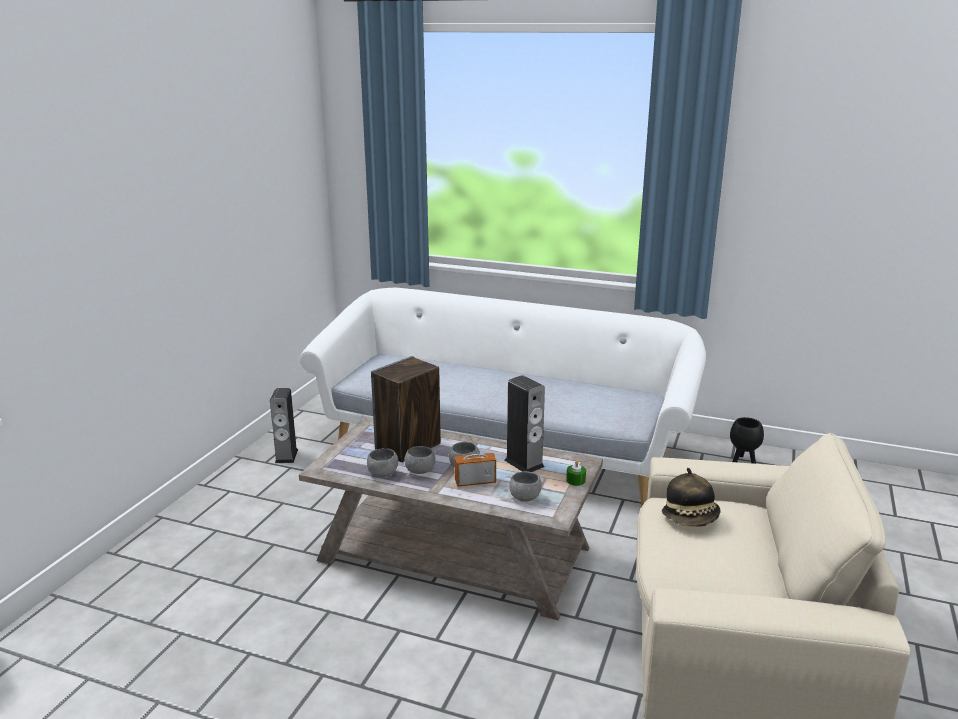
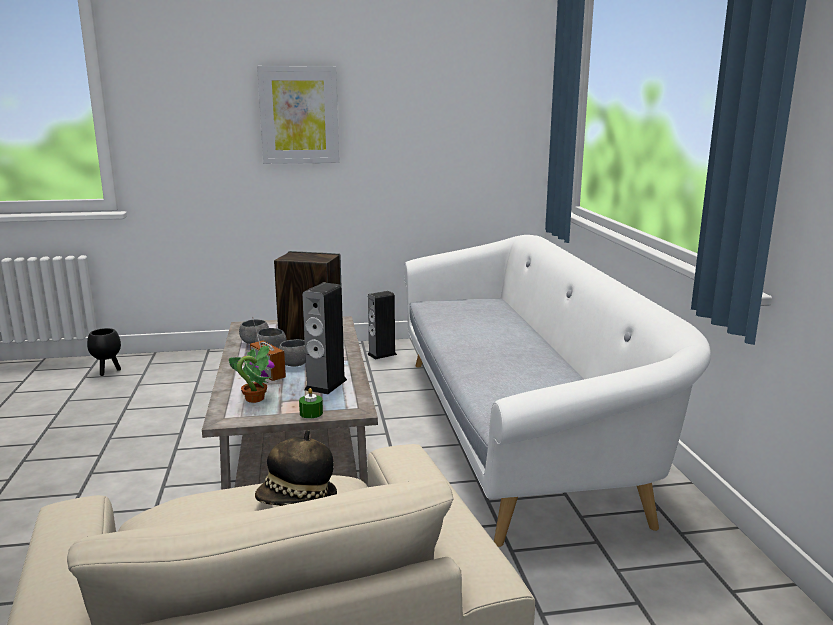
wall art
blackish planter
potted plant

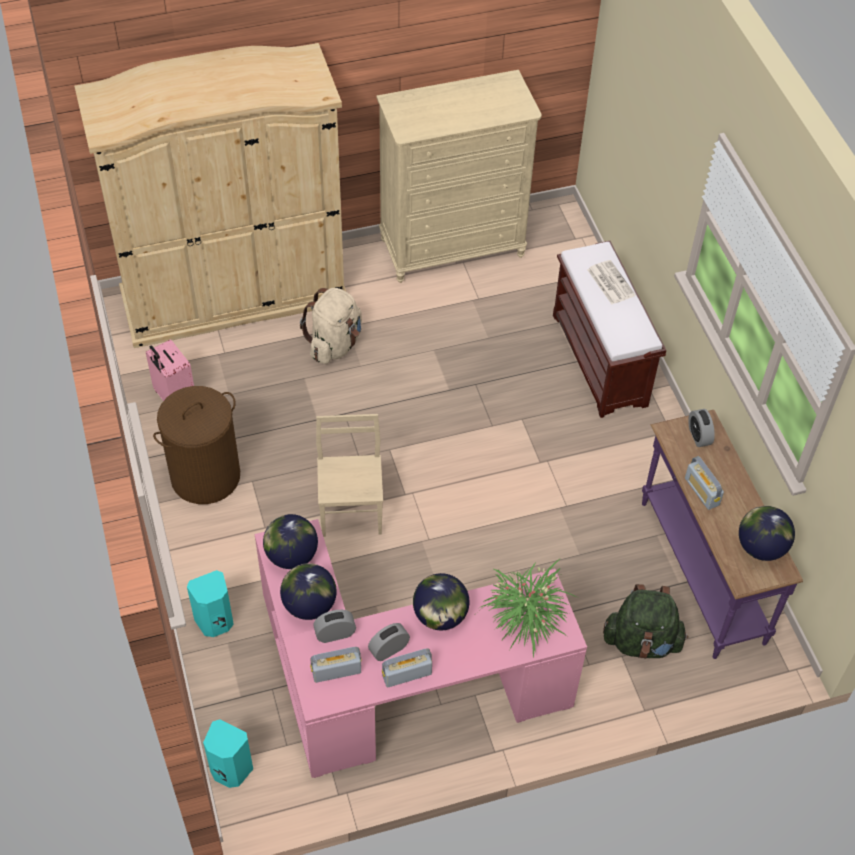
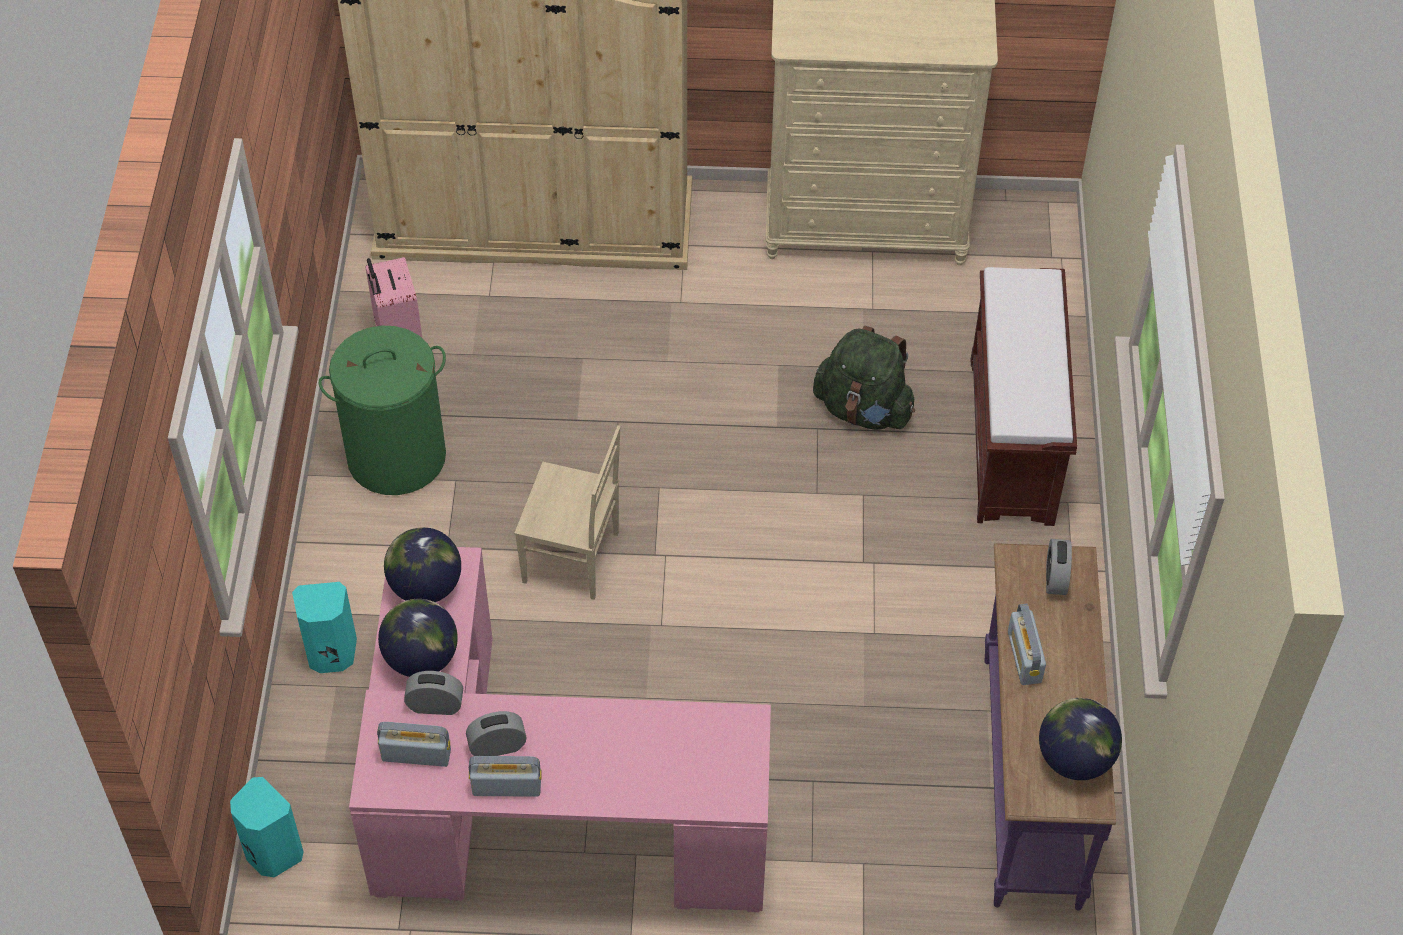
sand-coloured backpack
world globe (3rd from left in the first image)
potted plant
printed paper
green-coloured backpack
green-coloured laundry basket
sand-coloured upright chair

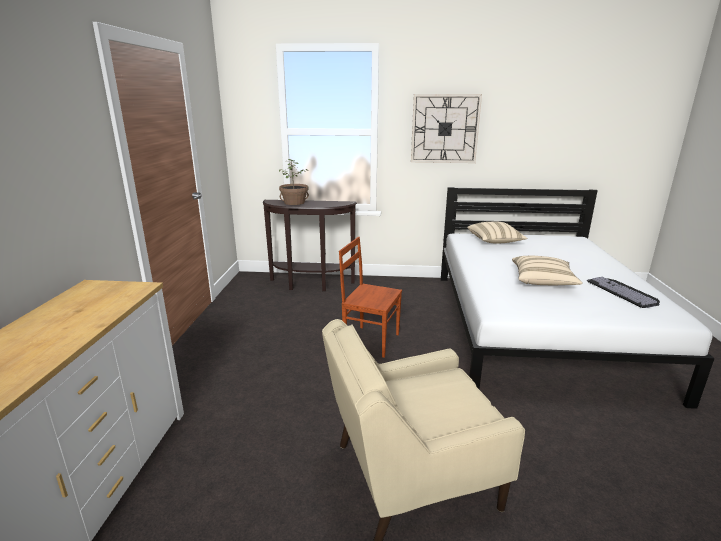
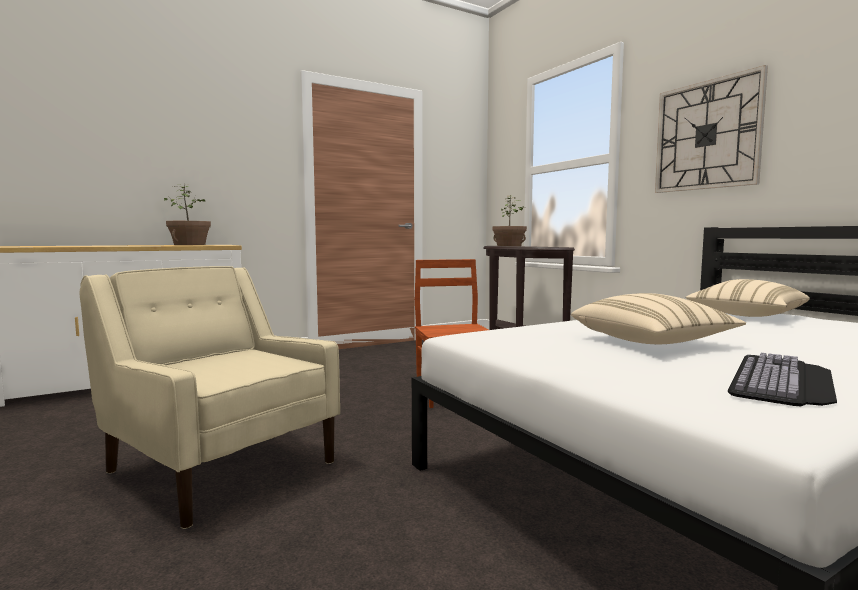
potted plant (1st from left)

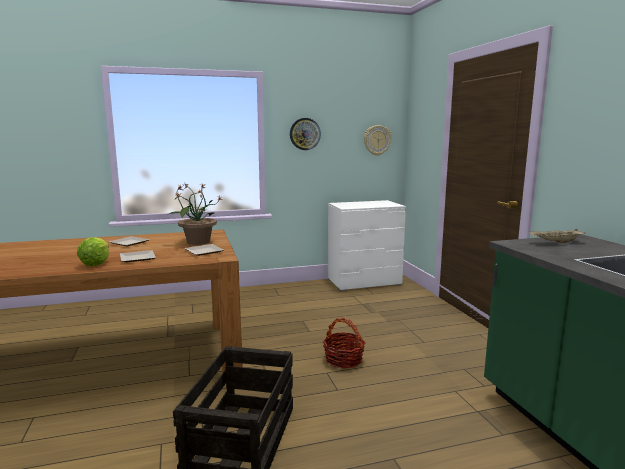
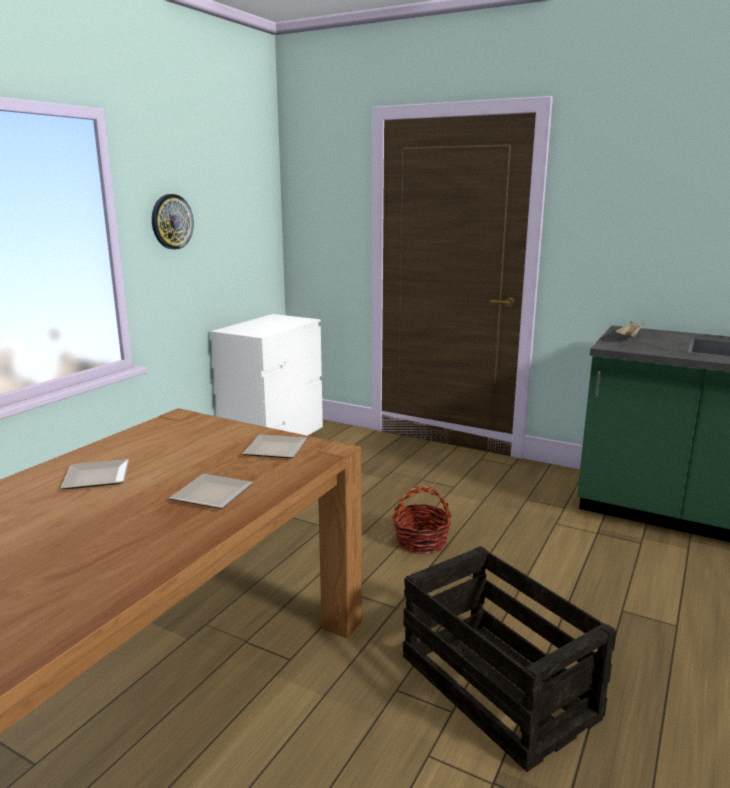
lettuce
potted plant
wall clock (2nd from left in the first image)

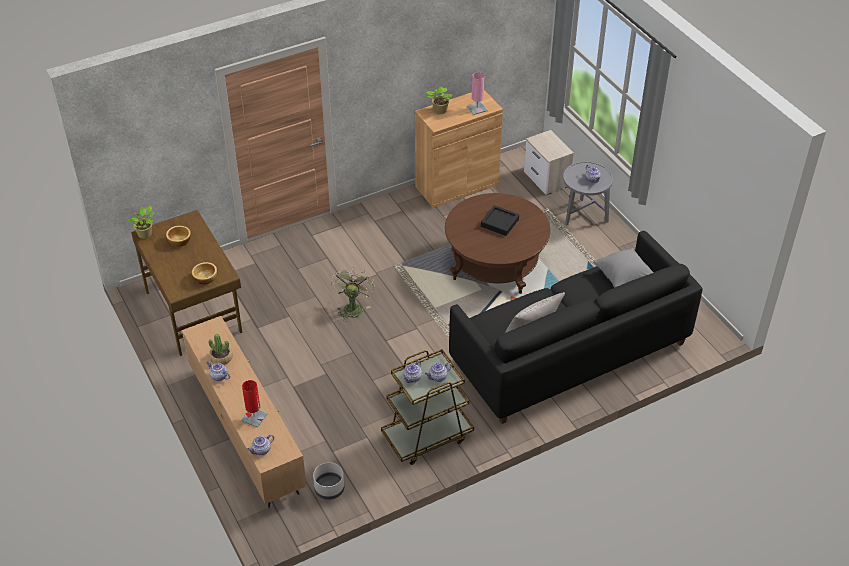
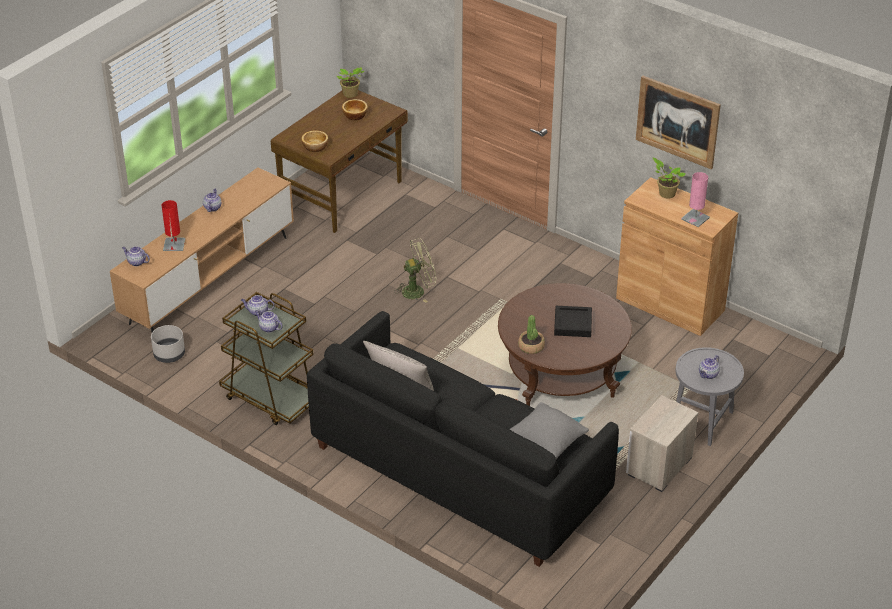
wall art
potted plant (2nd from left)
nightstand

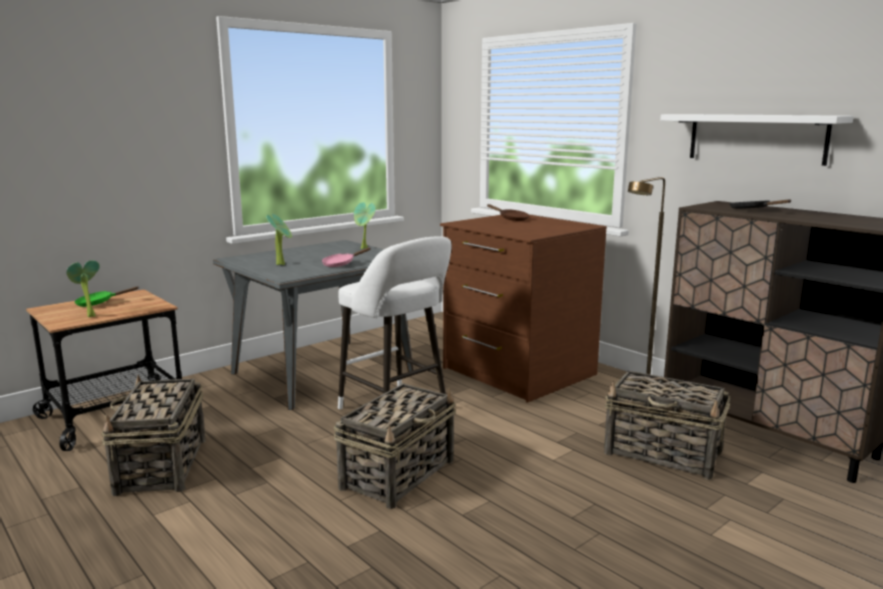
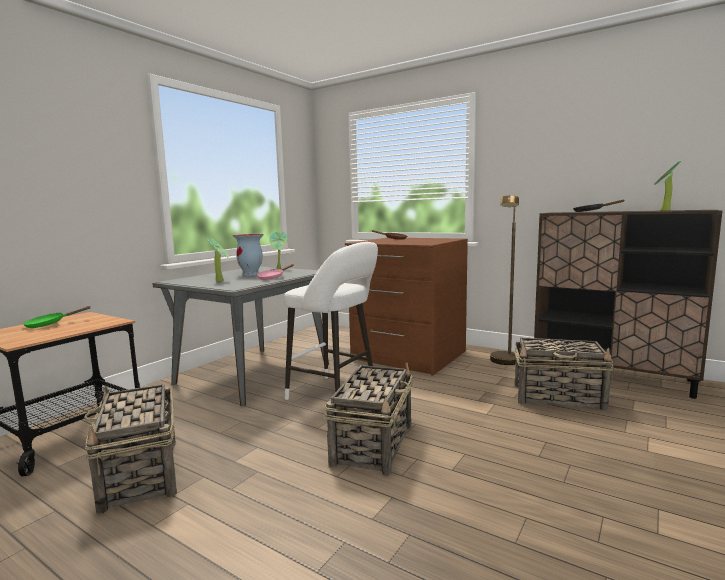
whitish shelf
vase
potted plant (3rd from left)

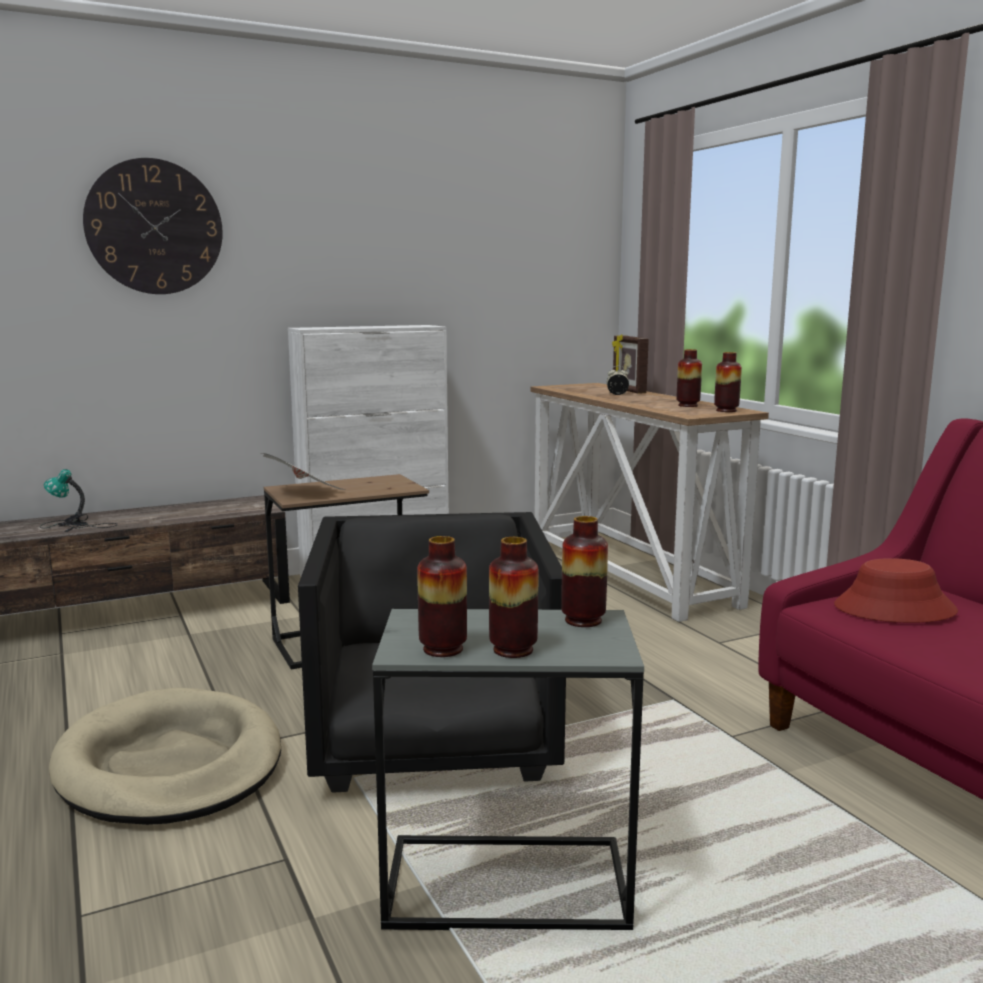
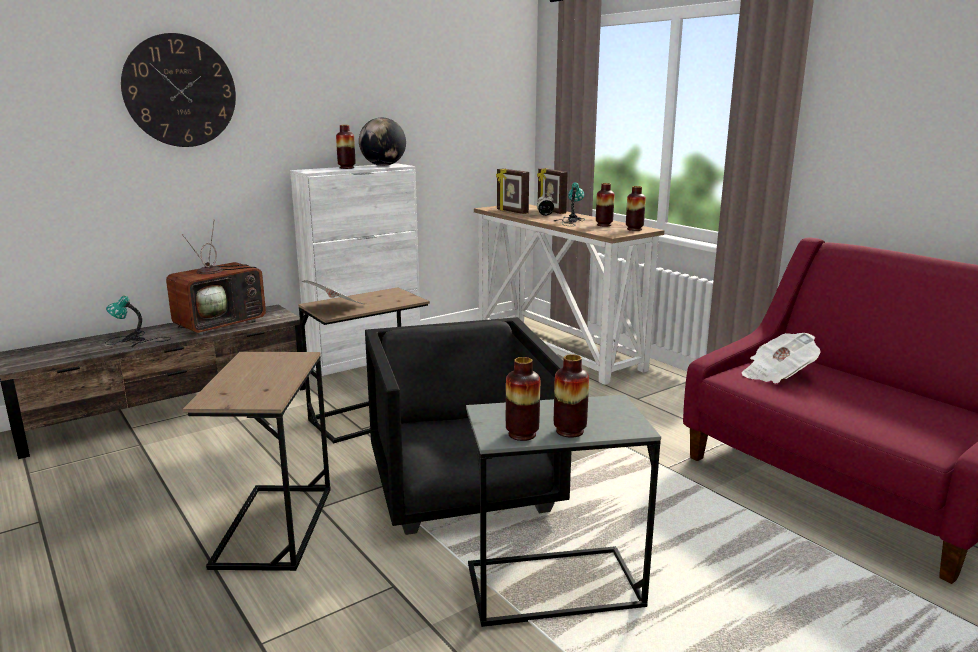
TV
world globe
picture frame (1st from left)
lamp for a table (2nd from left)
vase (1st from left)
brownish end table (1st from left)
printed paper (2nd from left)

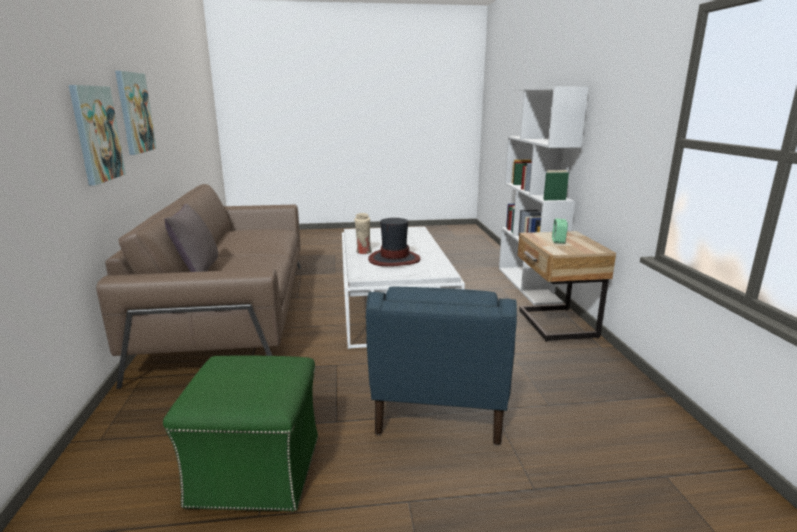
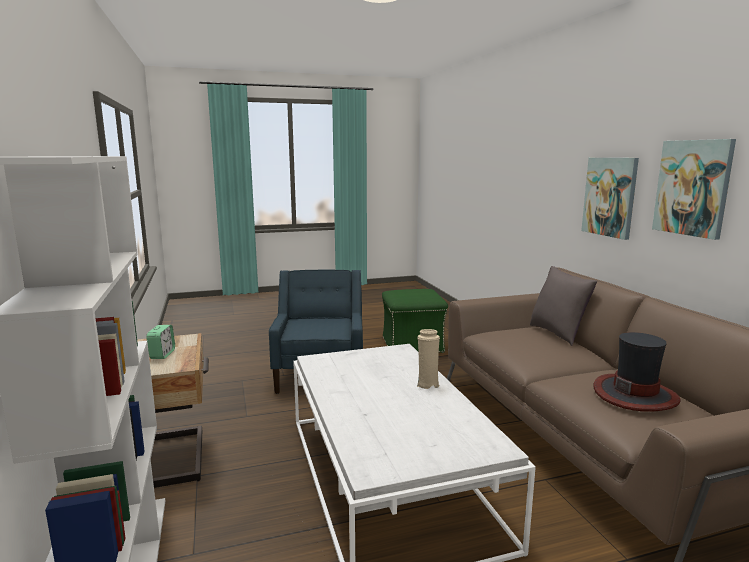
wearable hat

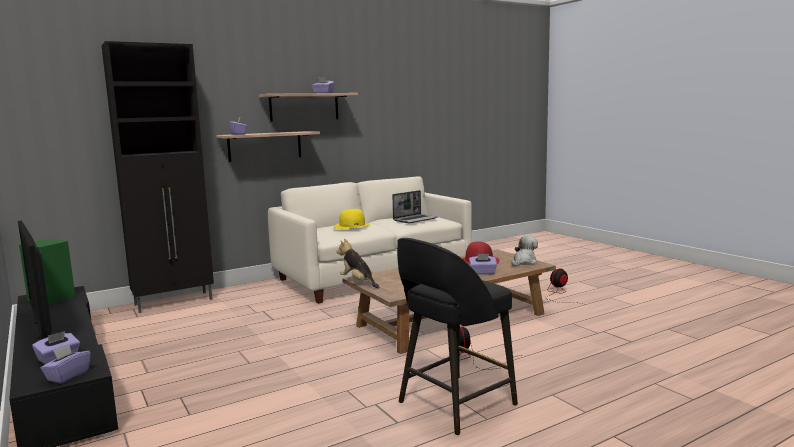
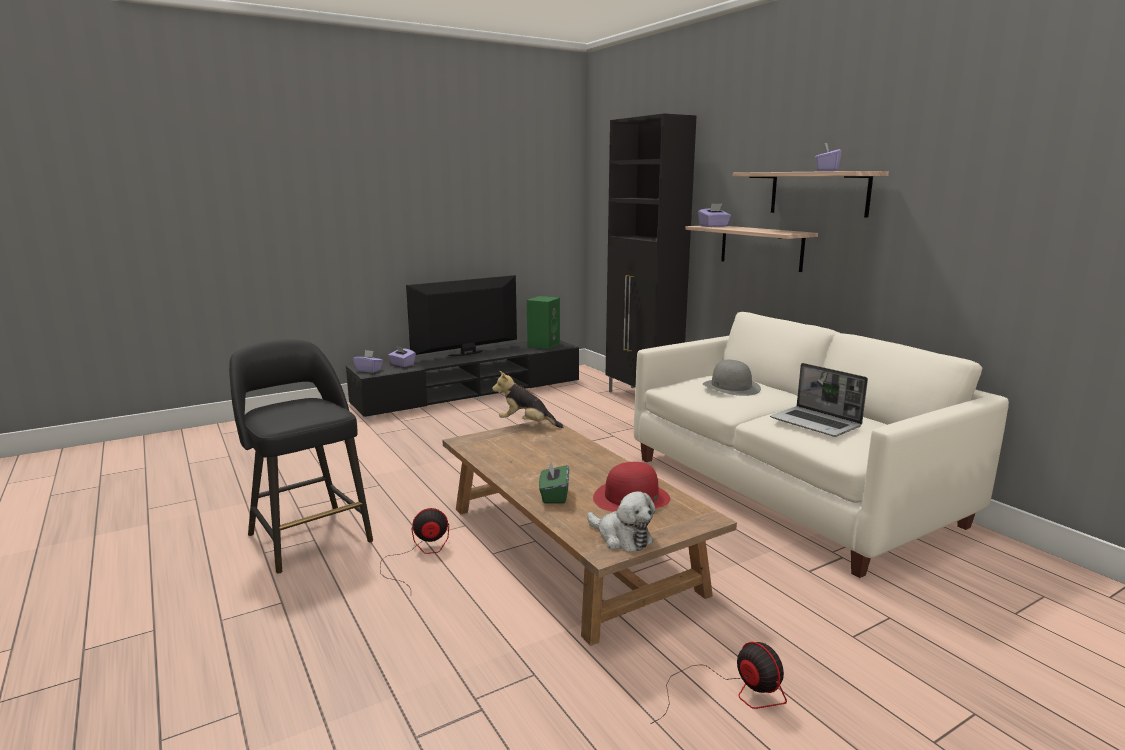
gray wearable hat
green-coloured tissue box
soft toy (1st from left)

